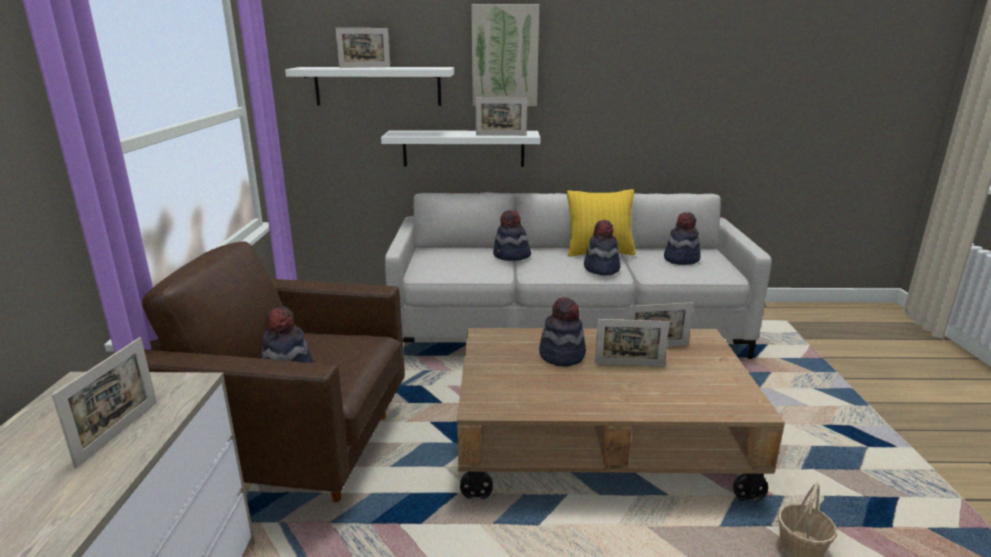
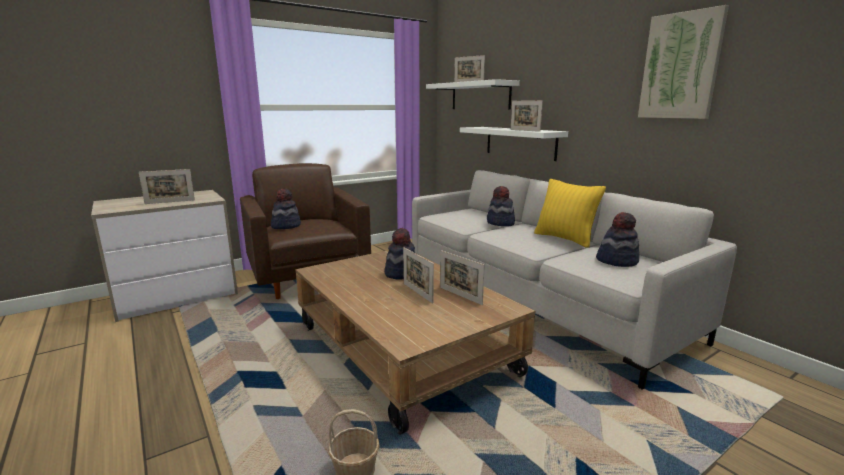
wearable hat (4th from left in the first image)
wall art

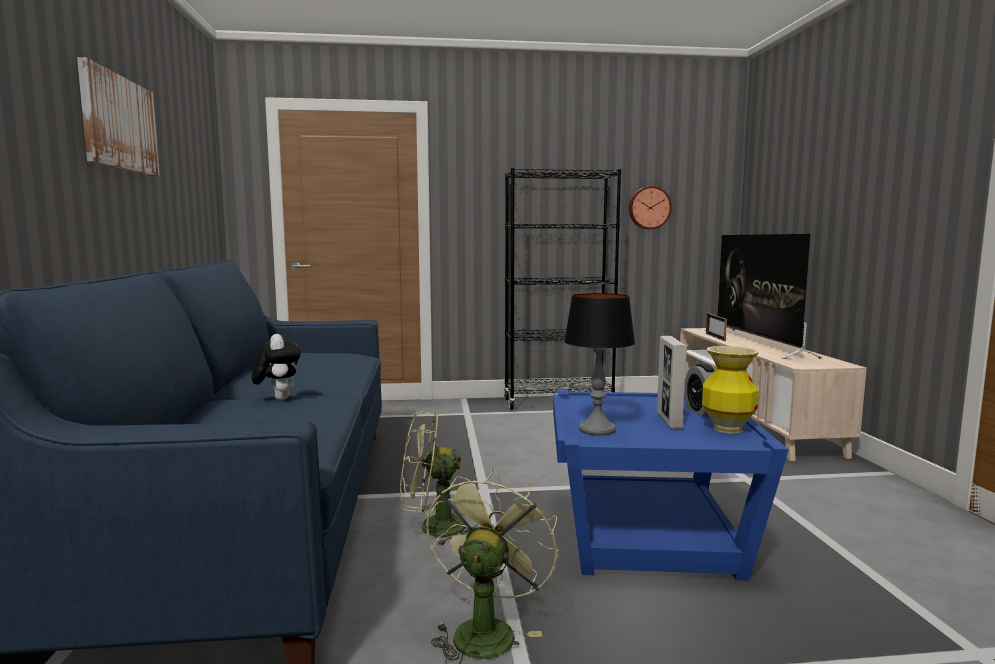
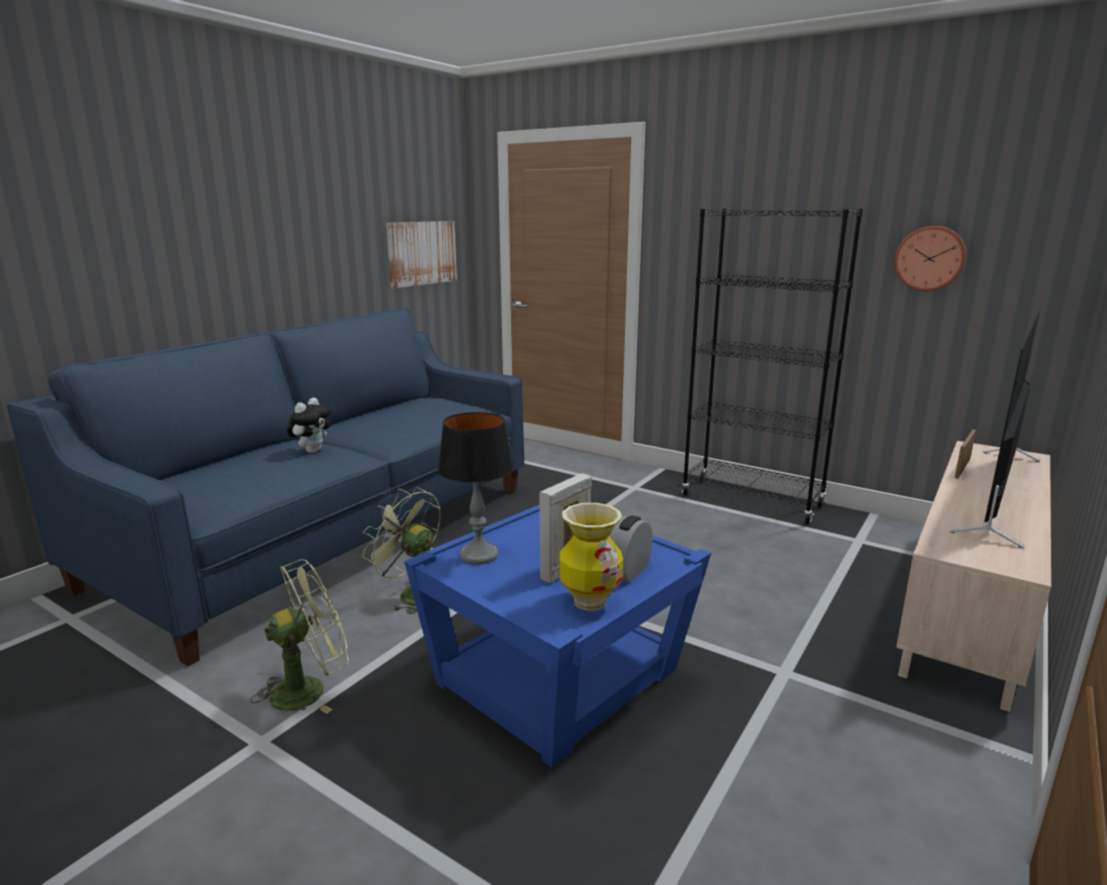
wall art

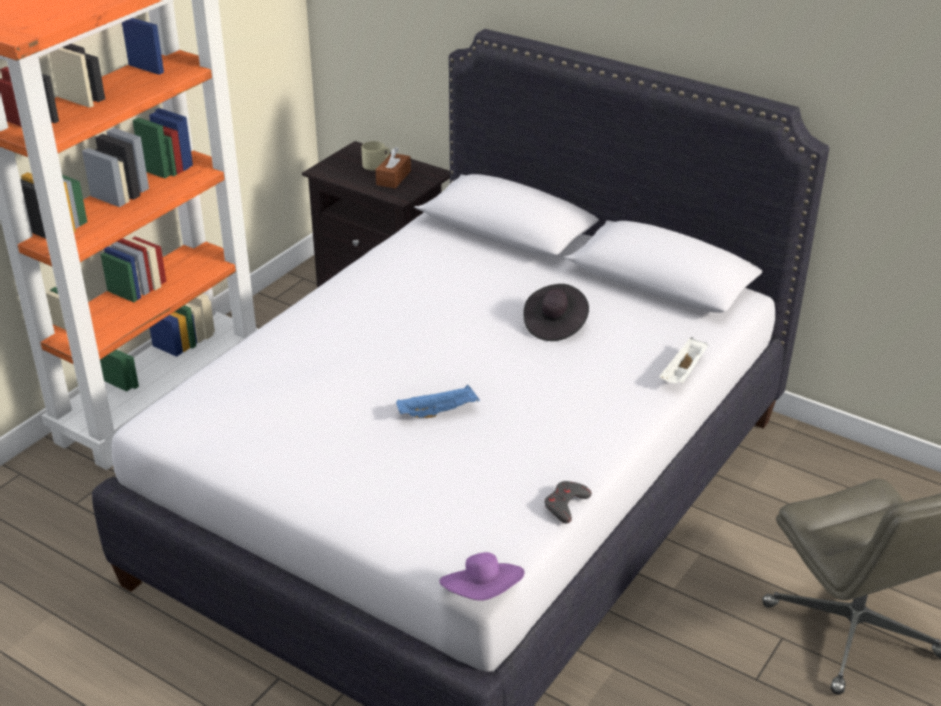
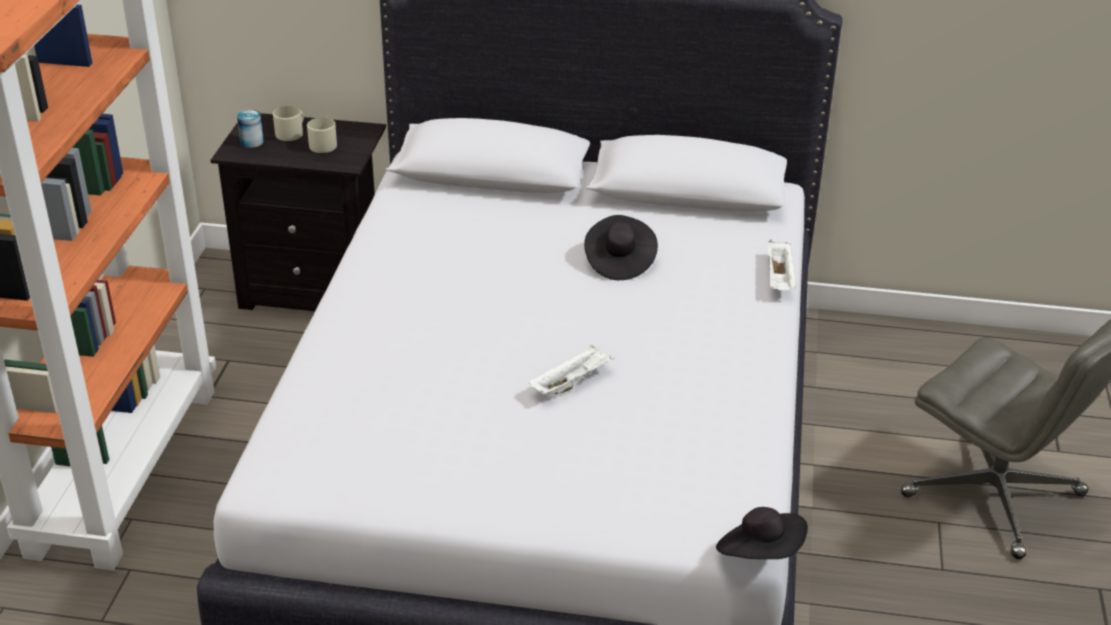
gray game controller
can
sand-coloured mug (2nd from left)
whitish carrying tray (1st from left)
blackish wearable hat (2nd from left)

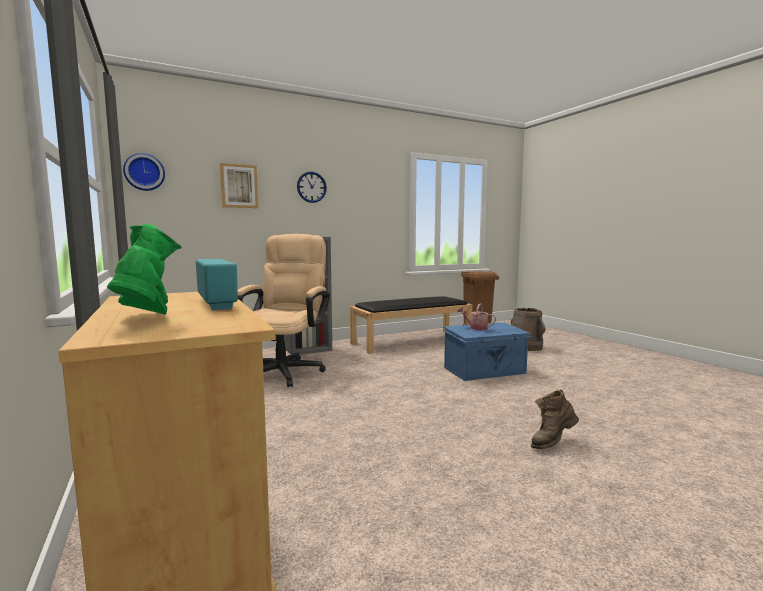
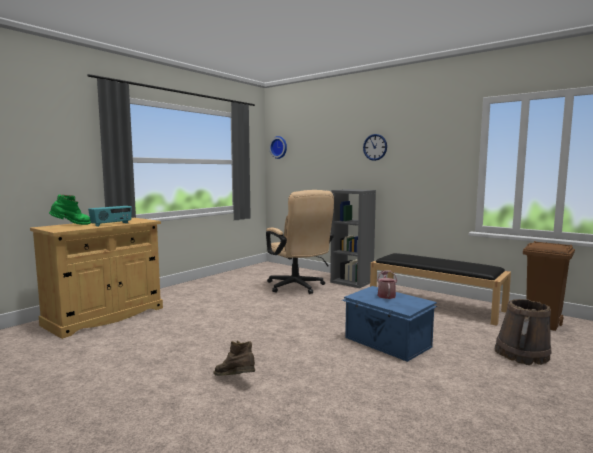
wall art
sand-coloured computer chair

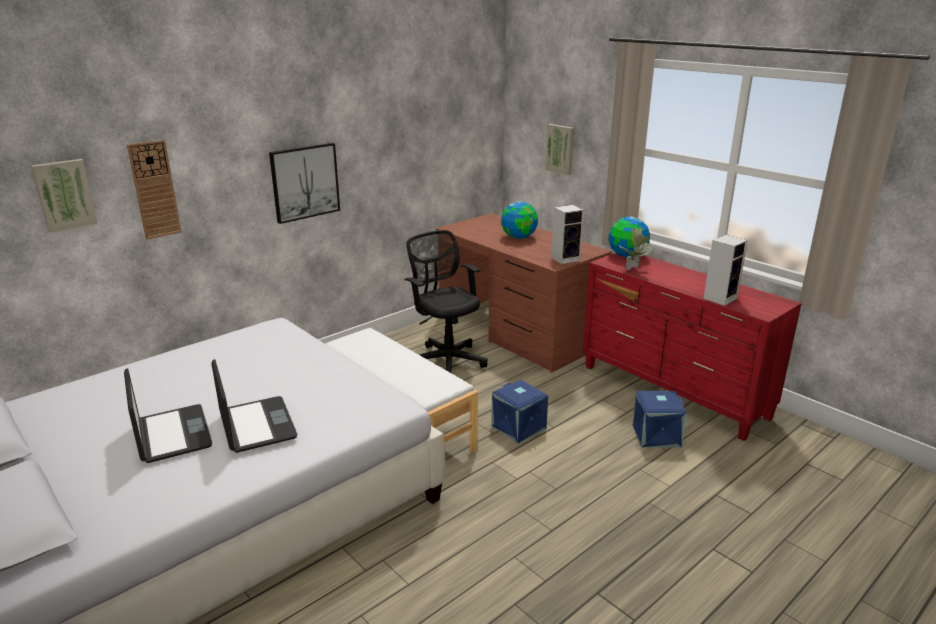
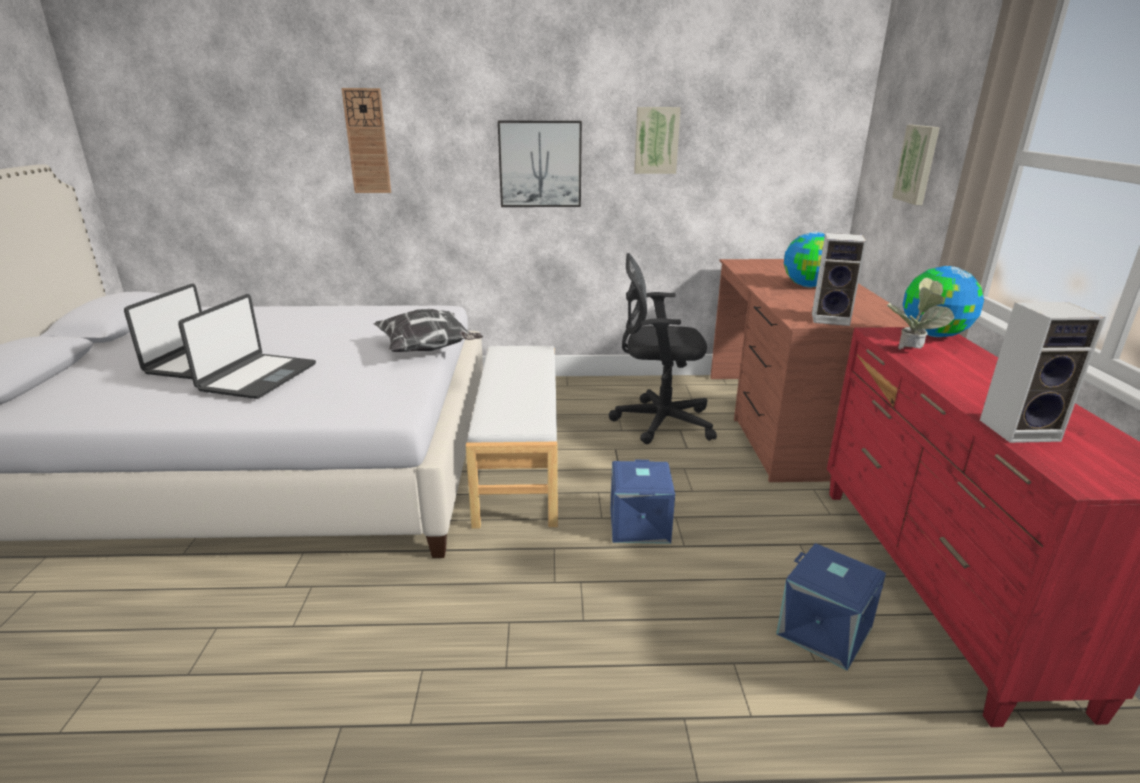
cushion
wall art (2nd from left)
blackish computer chair

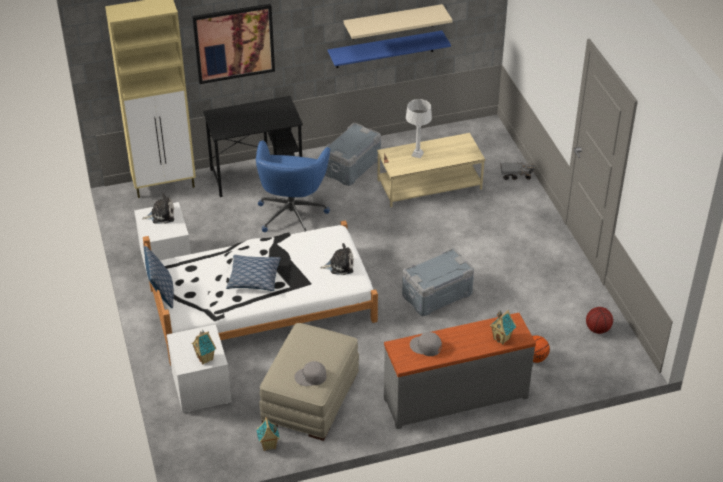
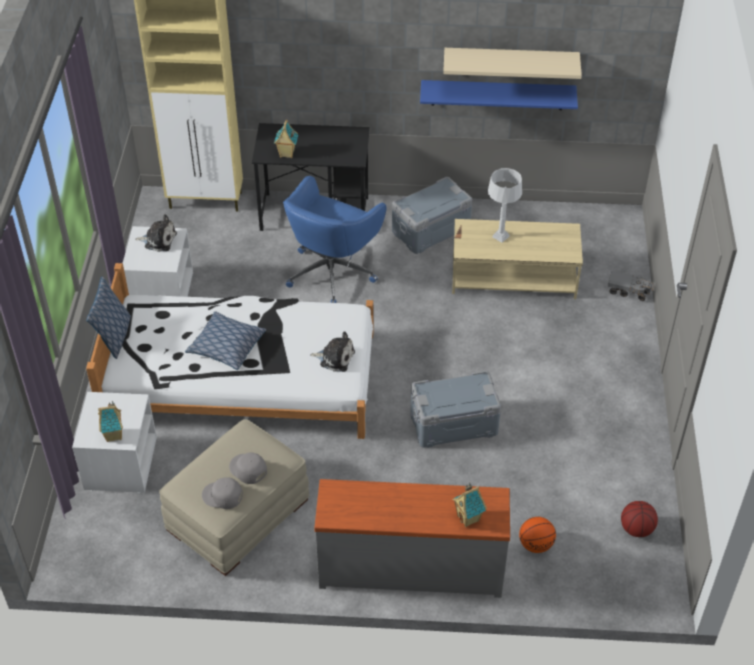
wall art
miniature house (2nd from left)
gray peaked cap (2nd from left)

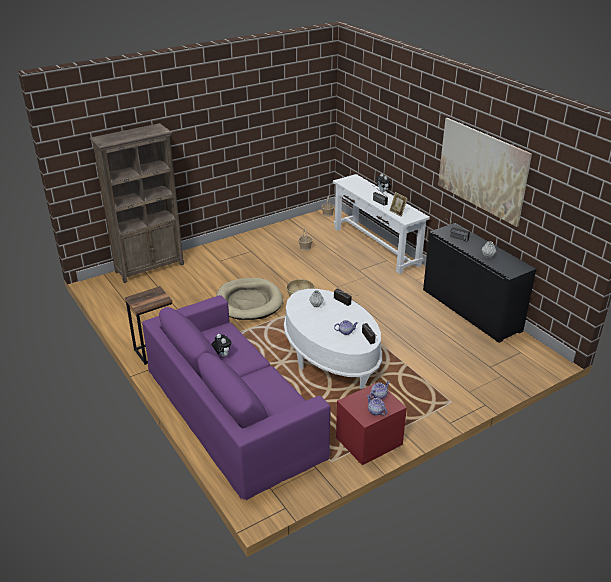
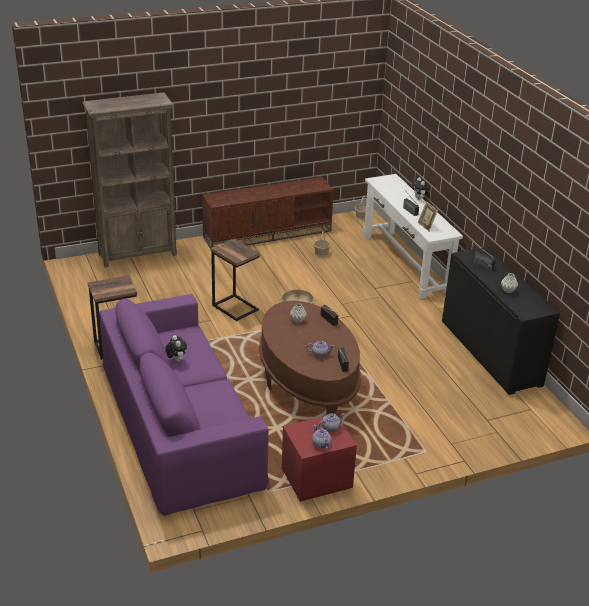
wall art
brownish media console
end table (2nd from left)
brownish lounge table

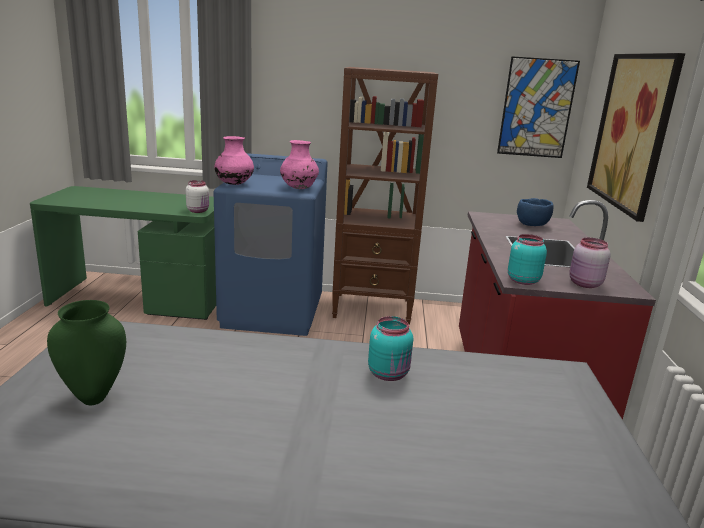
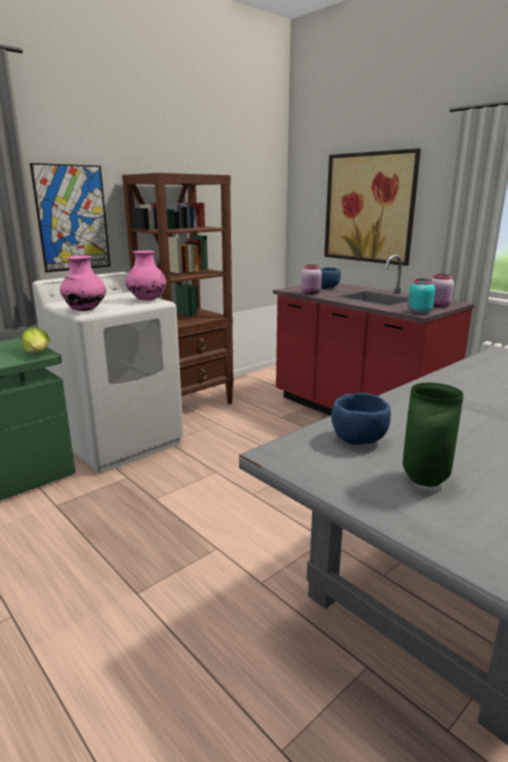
blue-green preserve jar (1st from left in the first image)
pinkish preserve jar (1st from left)
blue-coloured deep dish (2nd from left)
wall art (1st from left)
lettuce
whitish washing machine

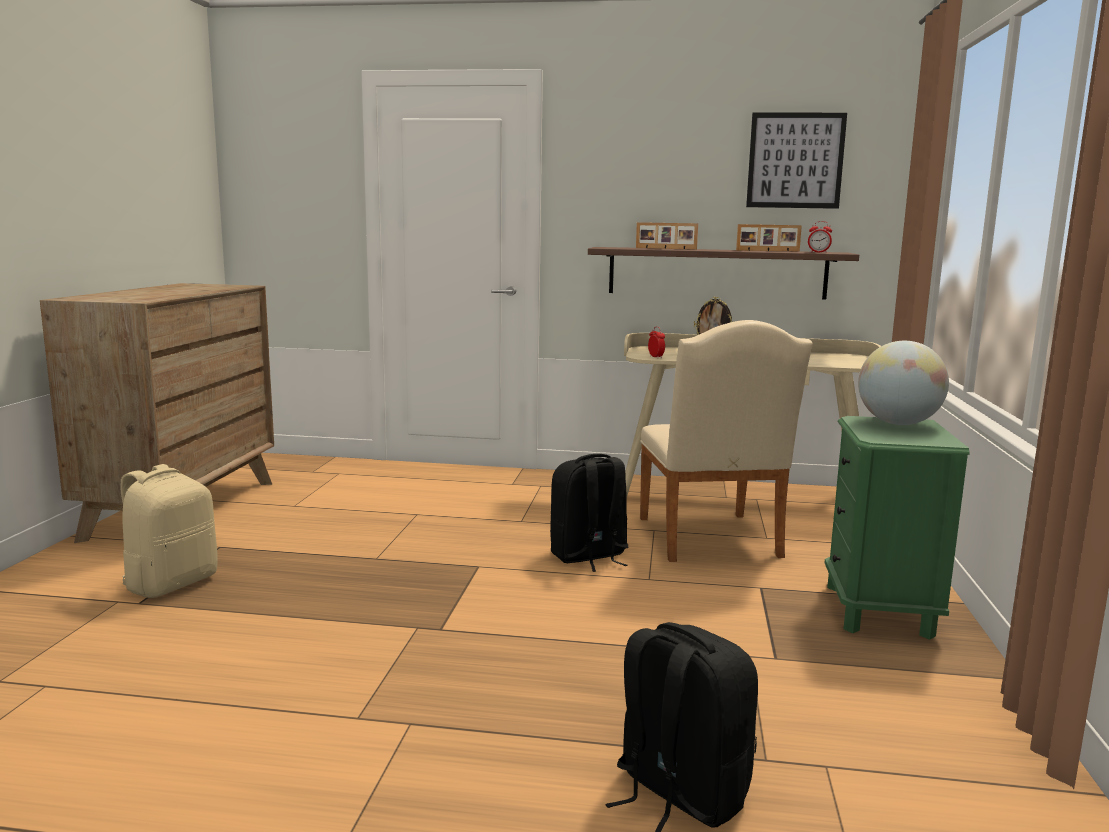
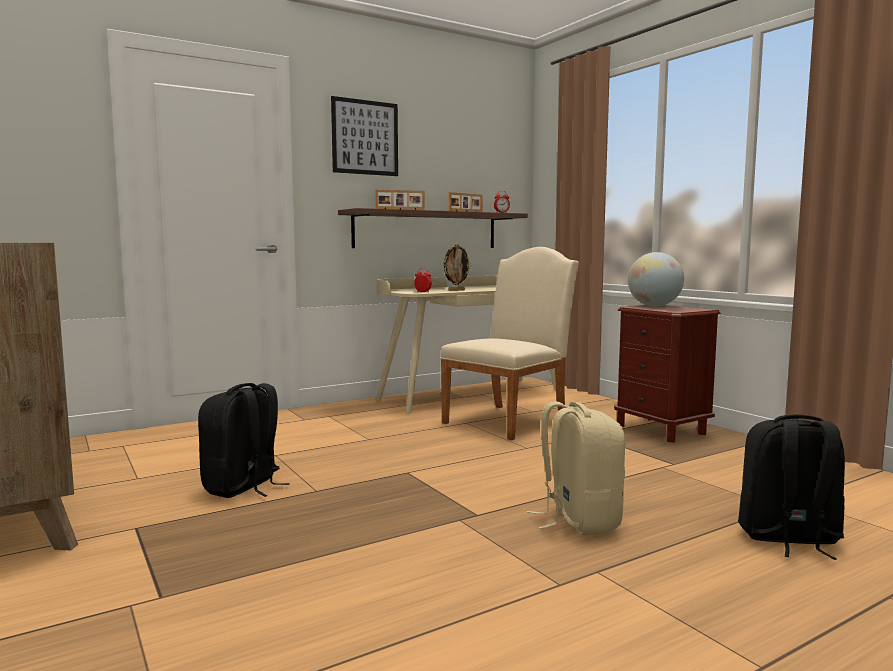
sand-coloured backpack
blackish backpack (1st from left)
wall art
brownish nightstand
sand-coloured upright chair

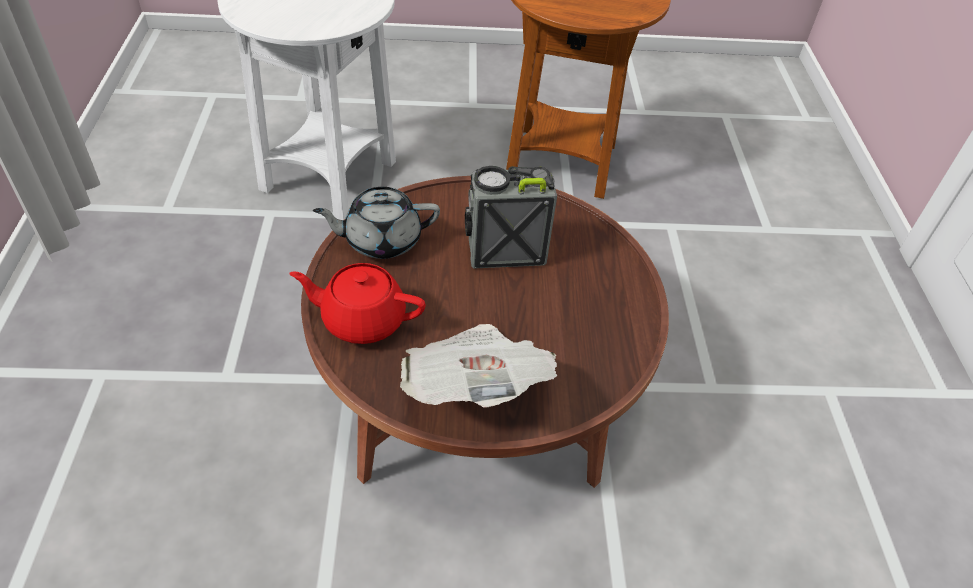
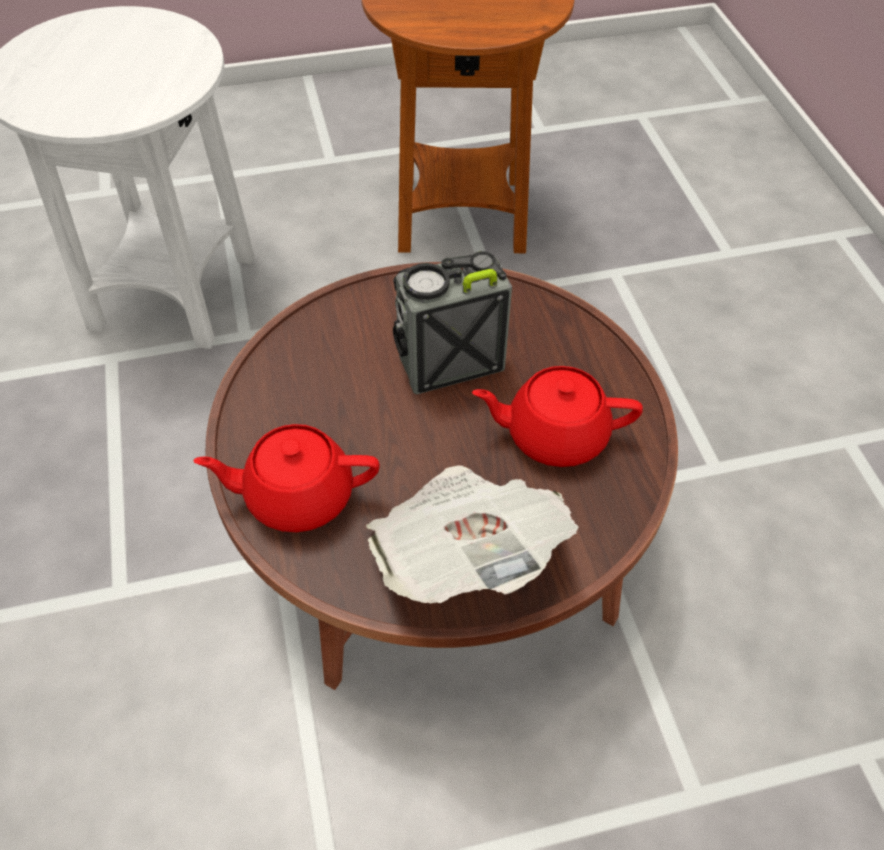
gray teapot
red-coloured teapot (2nd from left)

